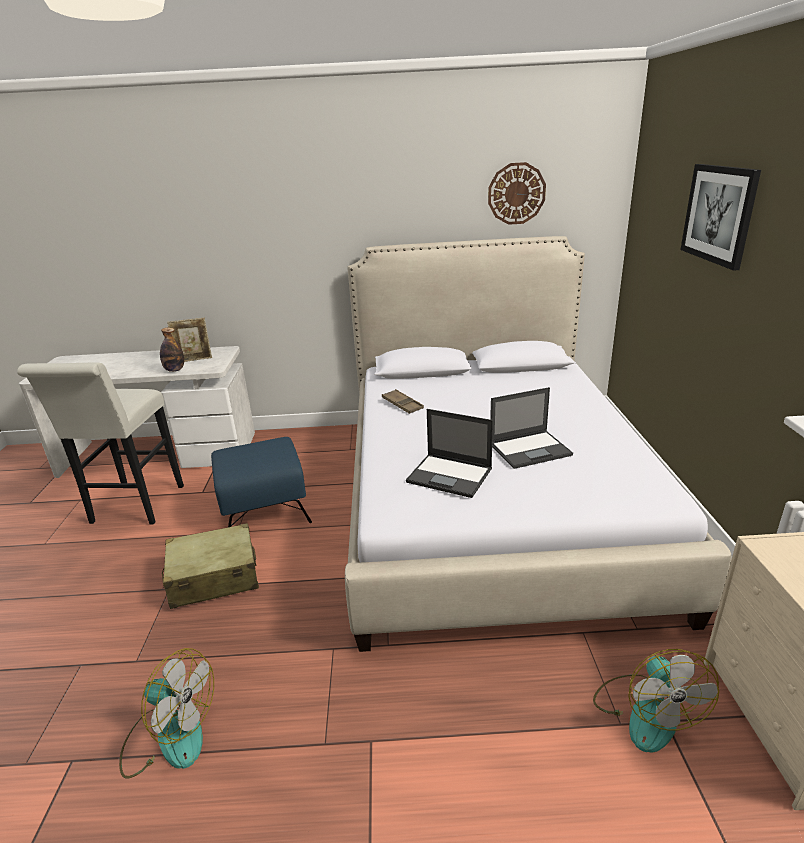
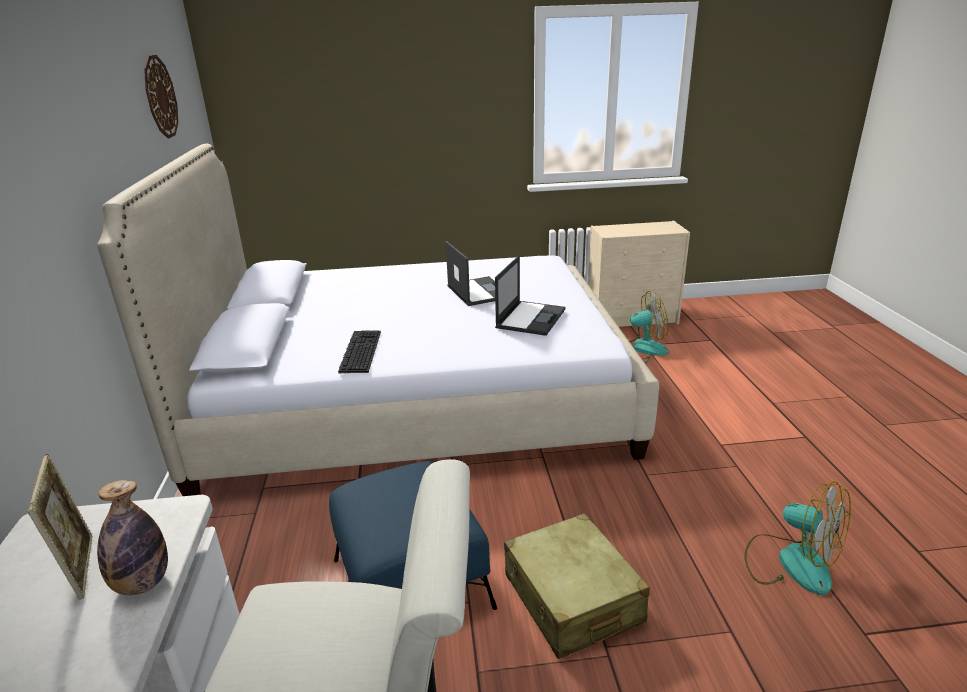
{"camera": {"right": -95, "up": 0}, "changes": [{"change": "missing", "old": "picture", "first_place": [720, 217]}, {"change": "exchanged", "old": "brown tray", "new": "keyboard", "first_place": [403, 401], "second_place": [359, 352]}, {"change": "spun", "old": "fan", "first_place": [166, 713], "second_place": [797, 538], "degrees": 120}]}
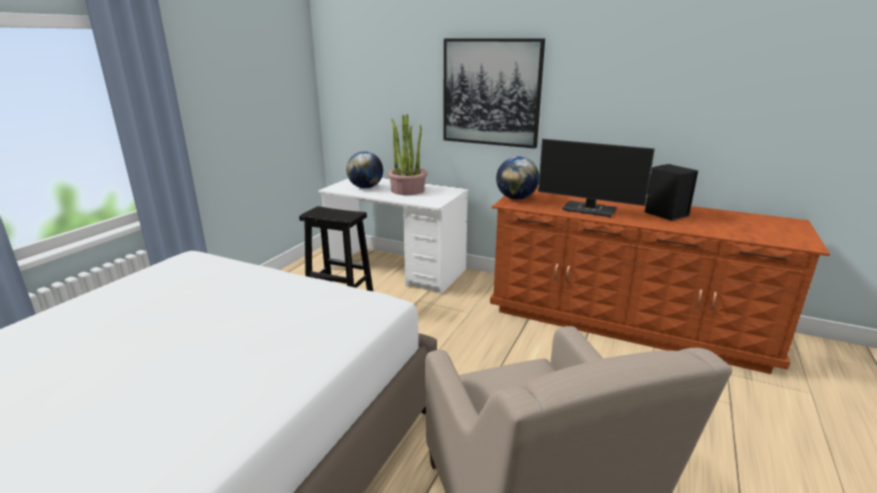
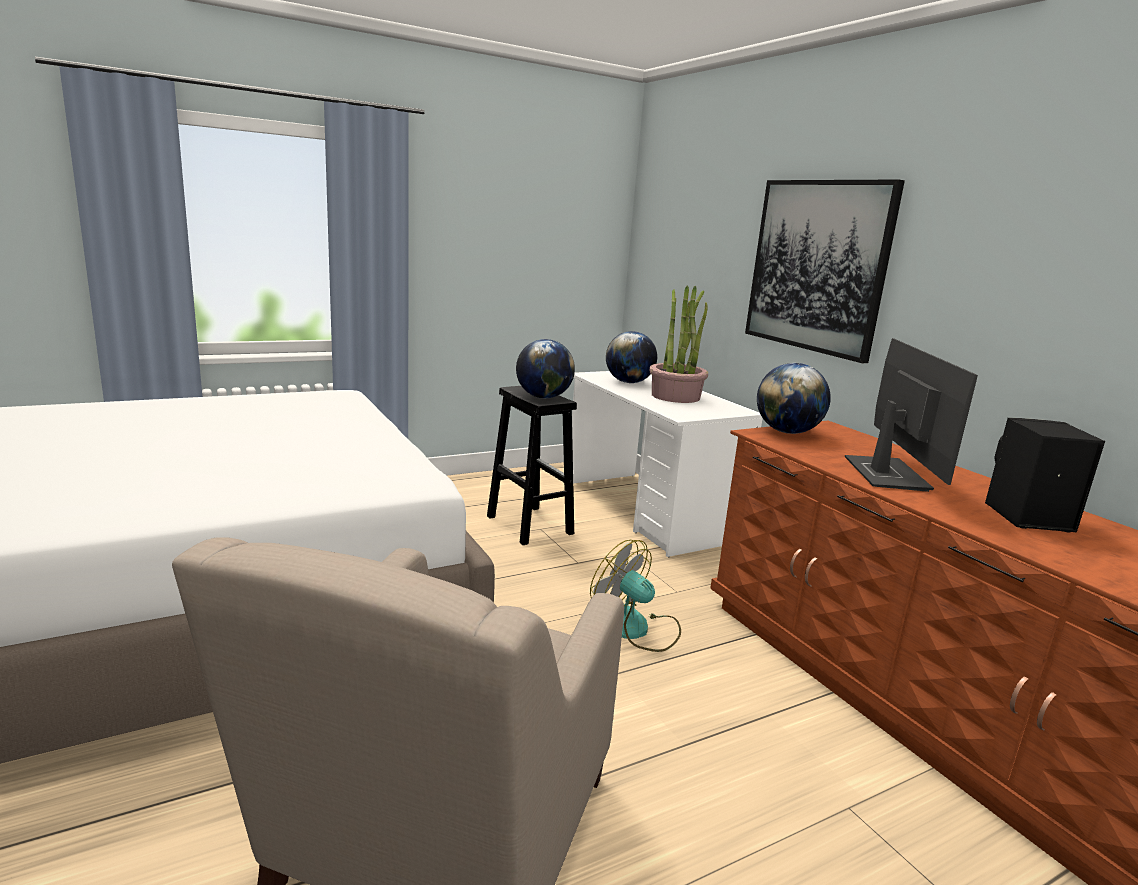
{"camera": {"right": 35, "up": -5}, "changes": [{"change": "appeared", "new": "globe", "second_place": [545, 368]}, {"change": "appeared", "new": "fan", "second_place": [635, 596]}, {"change": "spun", "old": "monitor", "first_place": [596, 178], "second_place": [911, 415], "degrees": -150}]}
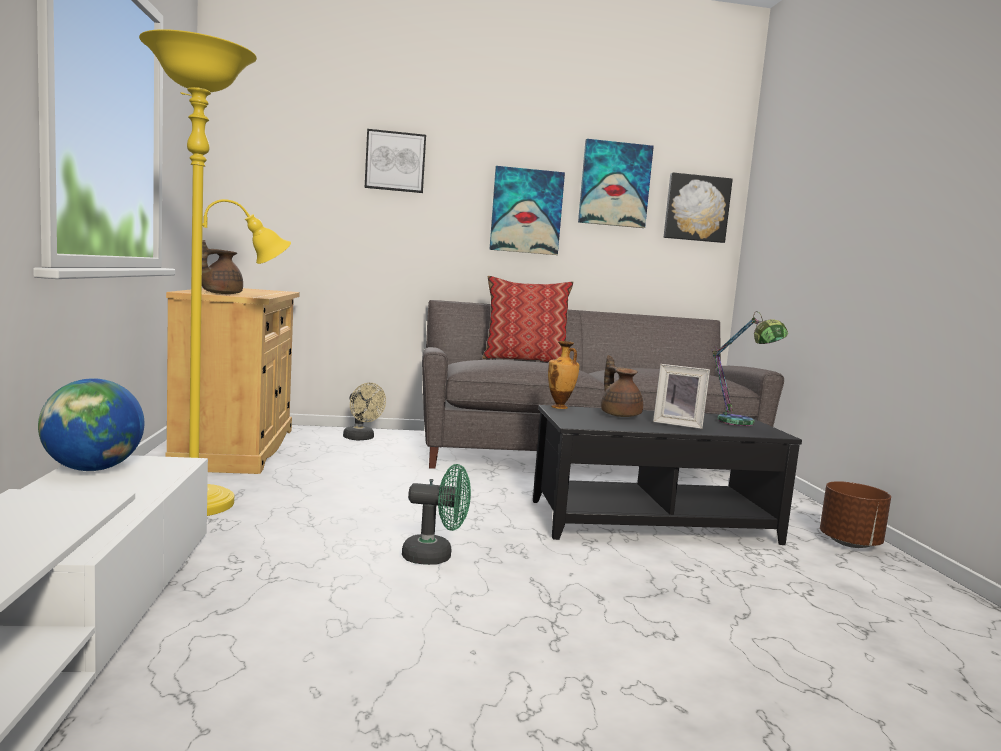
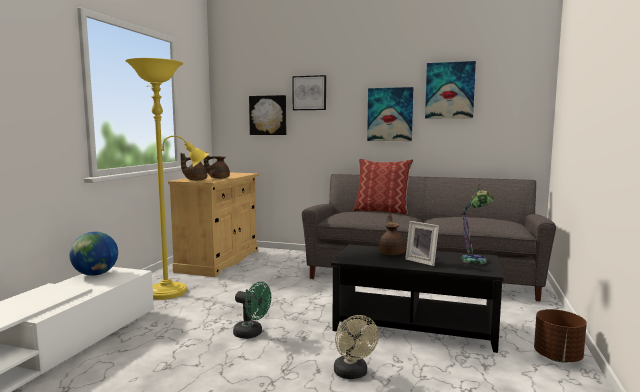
{"camera": {"right": 25, "up": 0}, "changes": [{"change": "missing", "old": "vase", "first_place": [564, 375]}, {"change": "appeared", "new": "brown teapot", "second_place": [217, 165]}, {"change": "relocated", "old": "beige fan", "first_place": [364, 412], "second_place": [356, 347]}, {"change": "relocated", "old": "picture", "first_place": [698, 208], "second_place": [267, 115]}]}
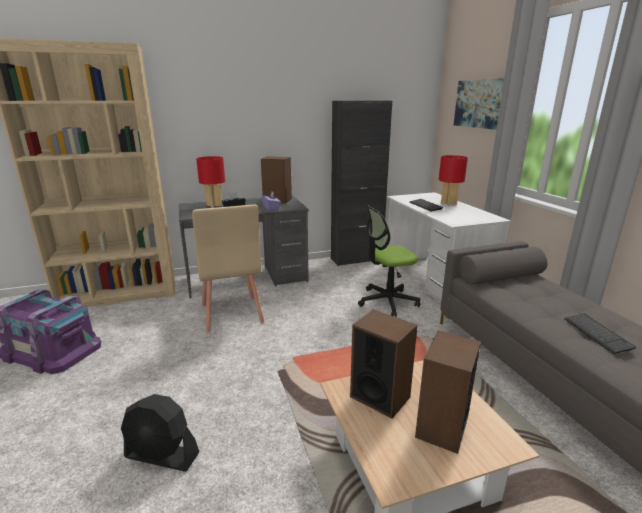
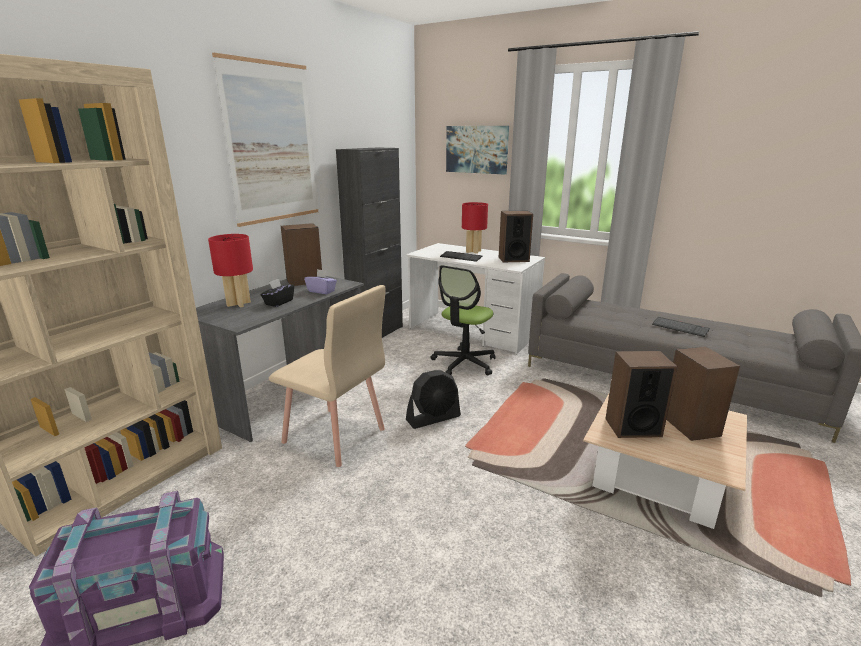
{"camera": {"right": -40, "up": 0}, "changes": [{"change": "appeared", "new": "picture", "second_place": [265, 140]}, {"change": "appeared", "new": "speaker", "second_place": [516, 236]}, {"change": "relocated", "old": "black fan", "first_place": [160, 433], "second_place": [433, 399]}]}
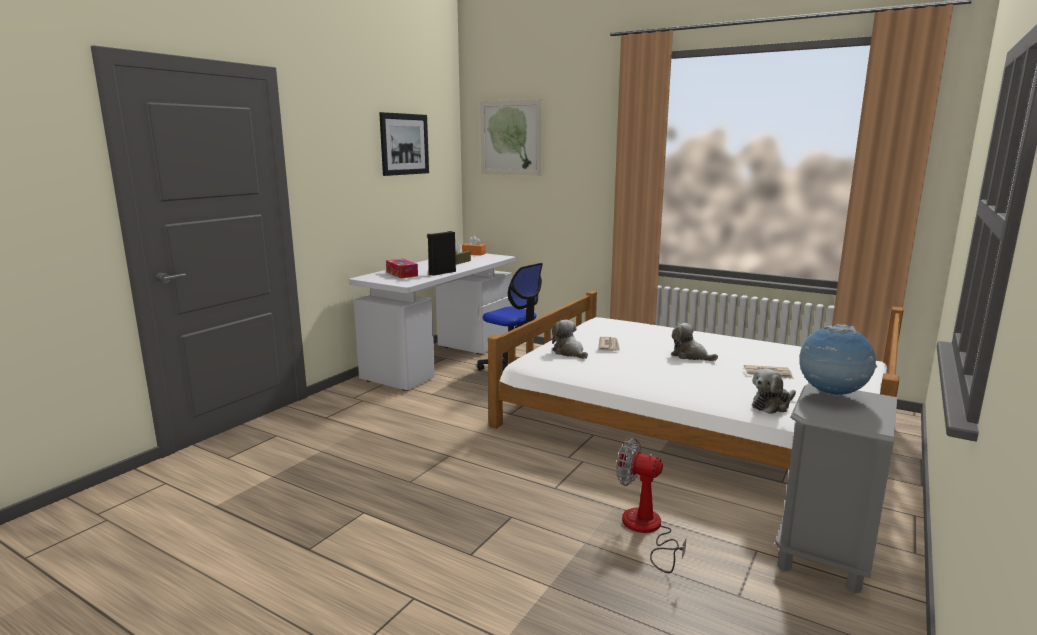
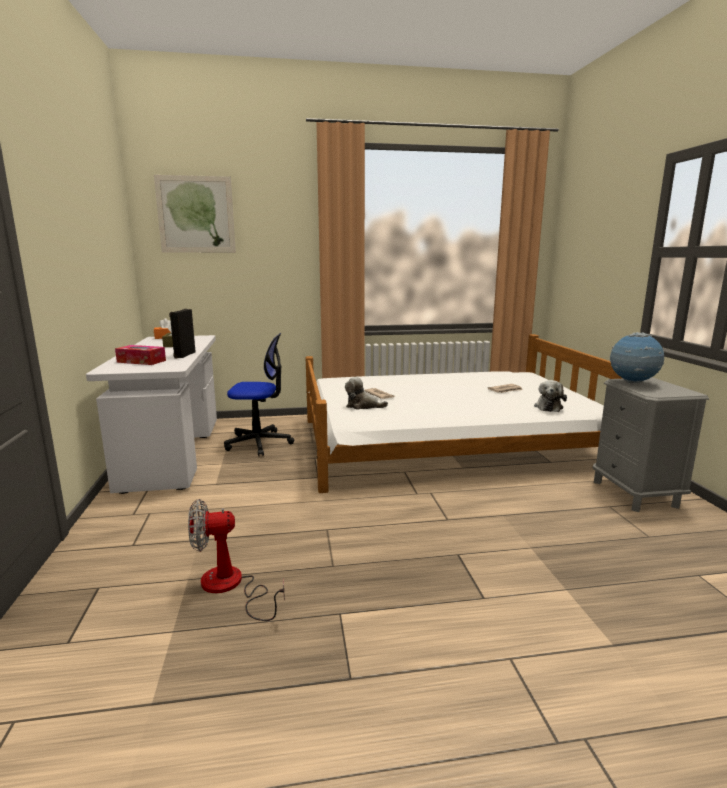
{"camera": {"right": -40, "up": 0}, "changes": [{"change": "missing", "old": "picture", "first_place": [404, 144]}, {"change": "missing", "old": "plush toy", "first_place": [694, 342]}, {"change": "relocated", "old": "fan", "first_place": [651, 505], "second_place": [236, 560]}]}
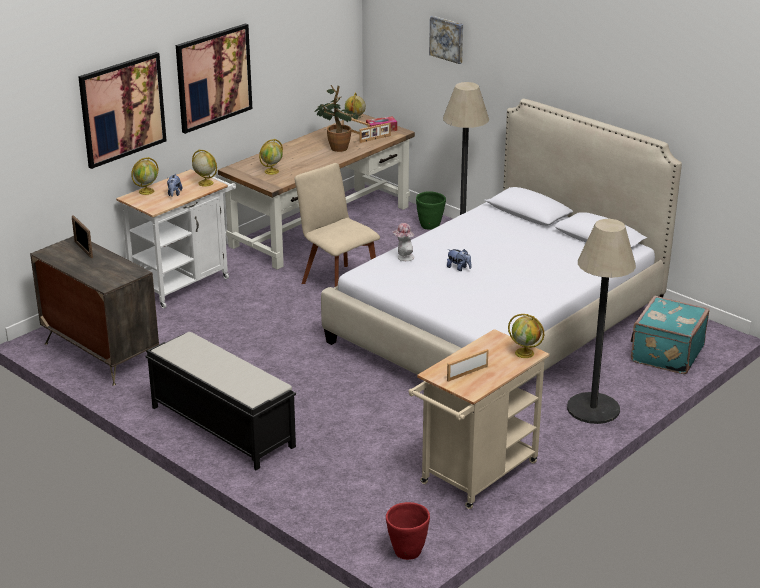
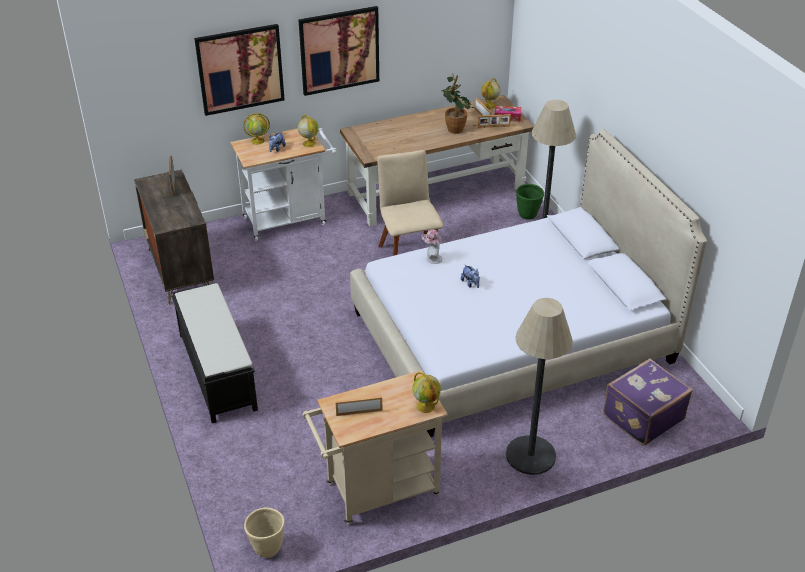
{"camera": {"right": 25, "up": 10}, "changes": [{"change": "missing", "old": "globe", "first_place": [271, 157]}, {"change": "missing", "old": "picture", "first_place": [446, 40]}, {"change": "colour", "old": "red planter", "new": "beige planter", "first_place": [408, 531], "second_place": [264, 533]}, {"change": "colour", "old": "turquoise suitcase", "new": "purple suitcase", "first_place": [670, 335], "second_place": [648, 402]}]}
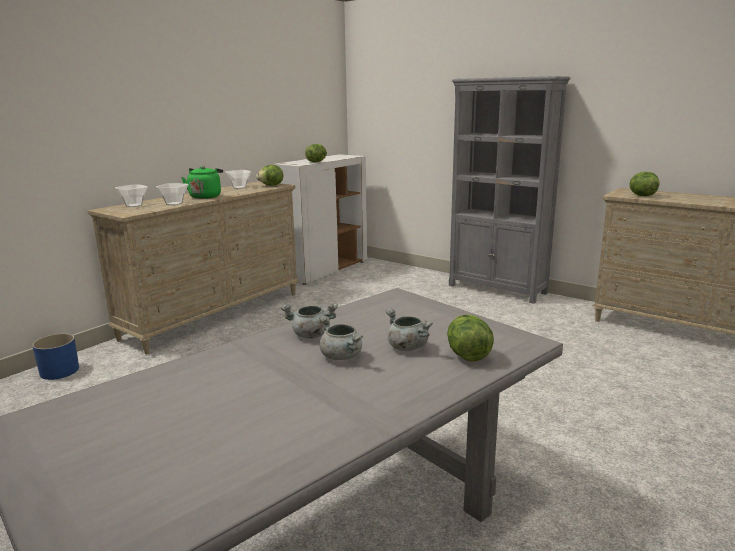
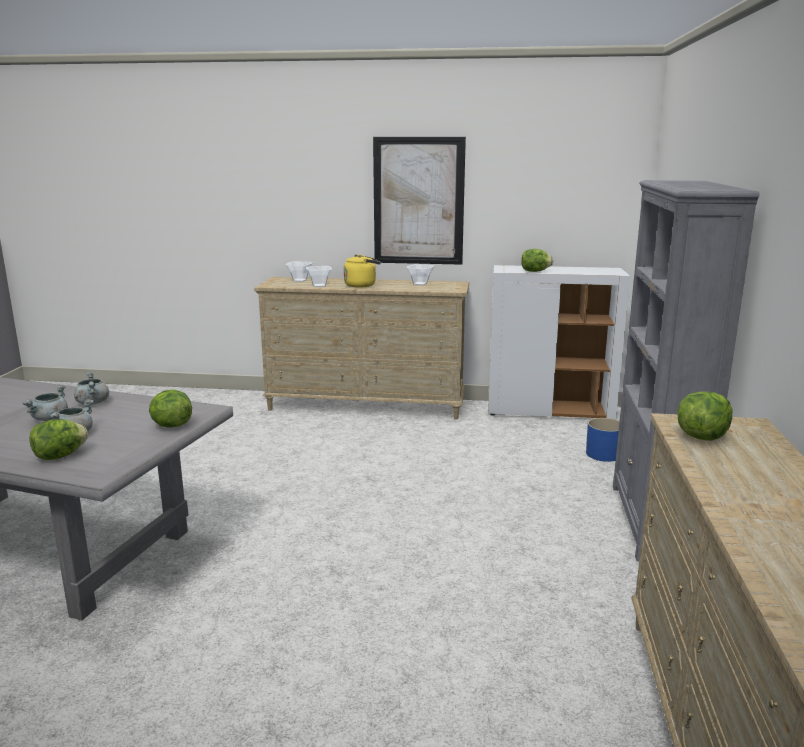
{"camera": {"right": 60, "up": 0}, "changes": [{"change": "appeared", "new": "picture", "second_place": [419, 201]}, {"change": "relocated", "old": "blue planter", "first_place": [55, 357], "second_place": [603, 440]}, {"change": "relocated", "old": "lettuce", "first_place": [269, 175], "second_place": [170, 408]}, {"change": "colour", "old": "green kettle", "new": "yellow kettle", "first_place": [202, 182], "second_place": [362, 271]}]}
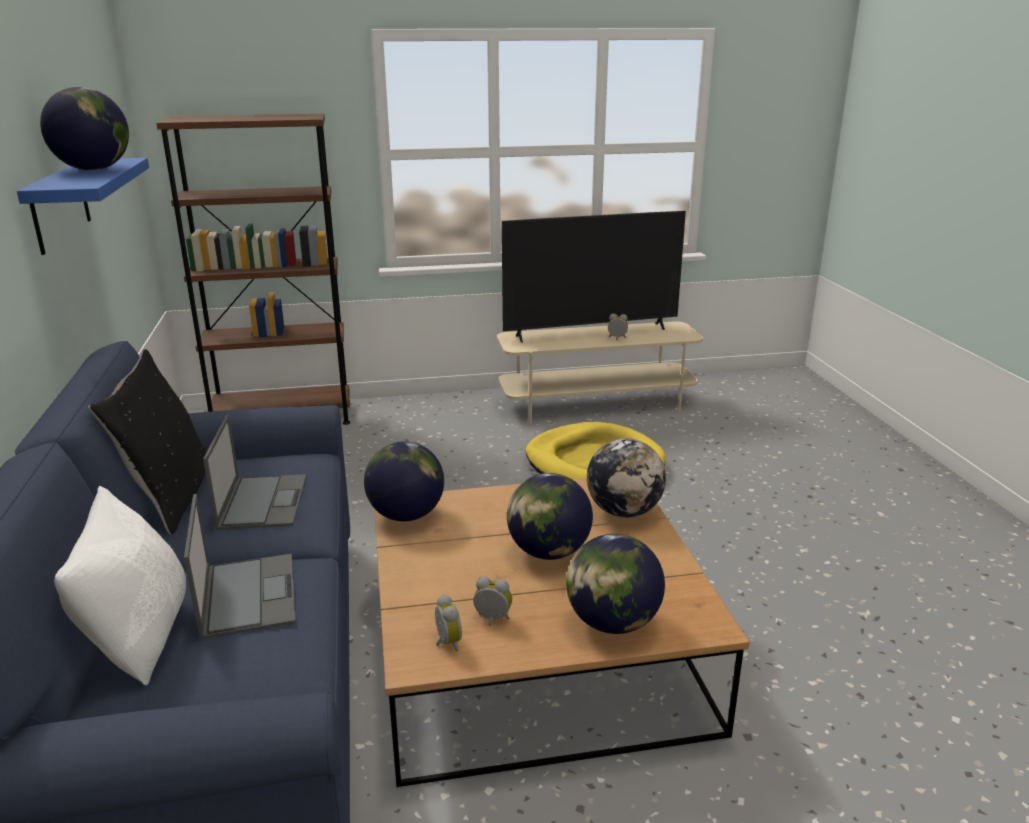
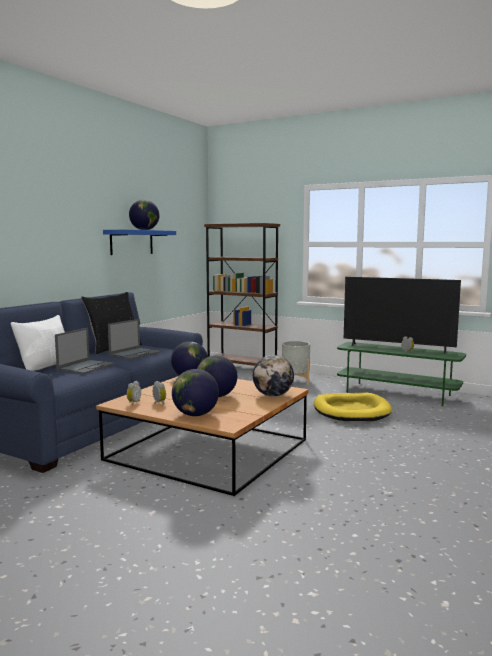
{"camera": {"right": 40, "up": -15}, "changes": [{"change": "appeared", "new": "grey planter", "second_place": [296, 363]}, {"change": "colour", "old": "beige tv stand", "new": "green tv stand", "first_place": [600, 372], "second_place": [401, 374]}]}
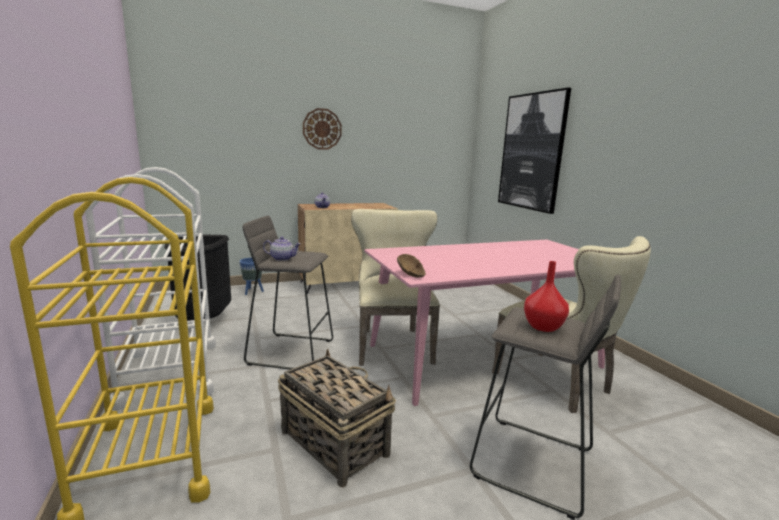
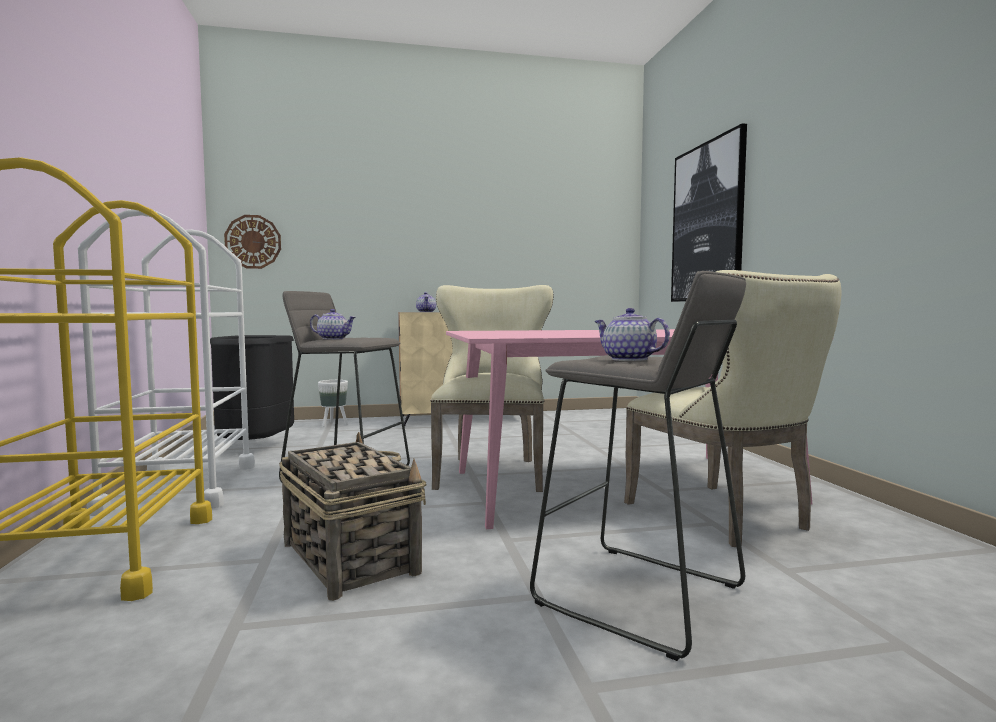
{"camera": {"right": 10, "up": -10}, "changes": [{"change": "missing", "old": "brown bowl", "first_place": [411, 266]}, {"change": "relocated", "old": "wall clock", "first_place": [322, 129], "second_place": [252, 242]}, {"change": "exchanged", "old": "red vase", "new": "teapot", "first_place": [546, 296], "second_place": [632, 334]}, {"change": "colour", "old": "blue planter", "new": "white planter", "first_place": [252, 276], "second_place": [333, 403]}]}
